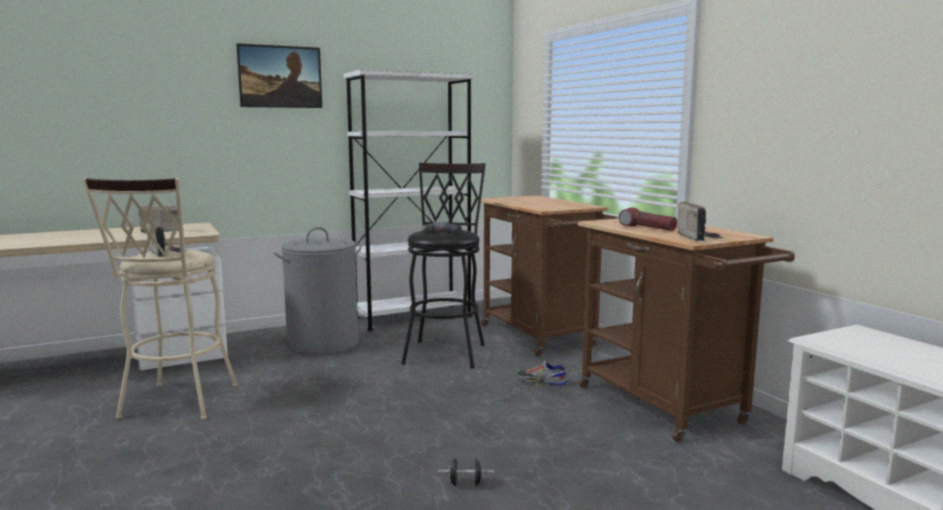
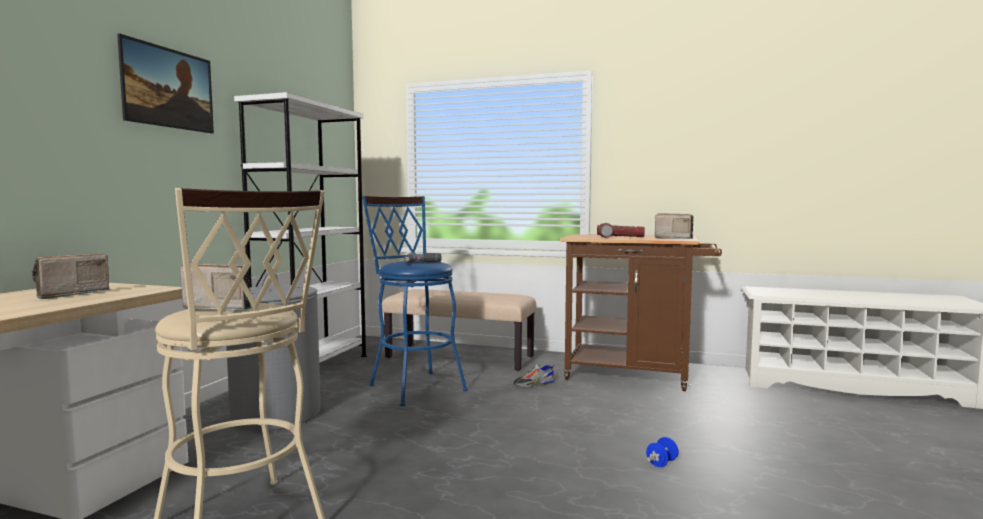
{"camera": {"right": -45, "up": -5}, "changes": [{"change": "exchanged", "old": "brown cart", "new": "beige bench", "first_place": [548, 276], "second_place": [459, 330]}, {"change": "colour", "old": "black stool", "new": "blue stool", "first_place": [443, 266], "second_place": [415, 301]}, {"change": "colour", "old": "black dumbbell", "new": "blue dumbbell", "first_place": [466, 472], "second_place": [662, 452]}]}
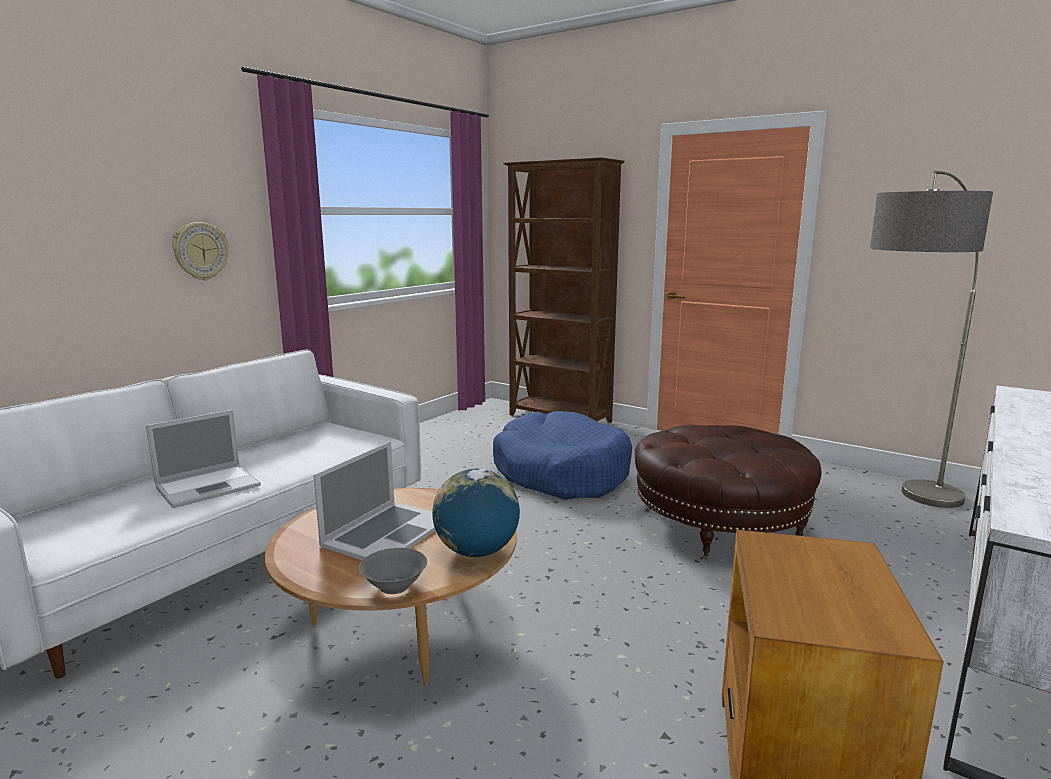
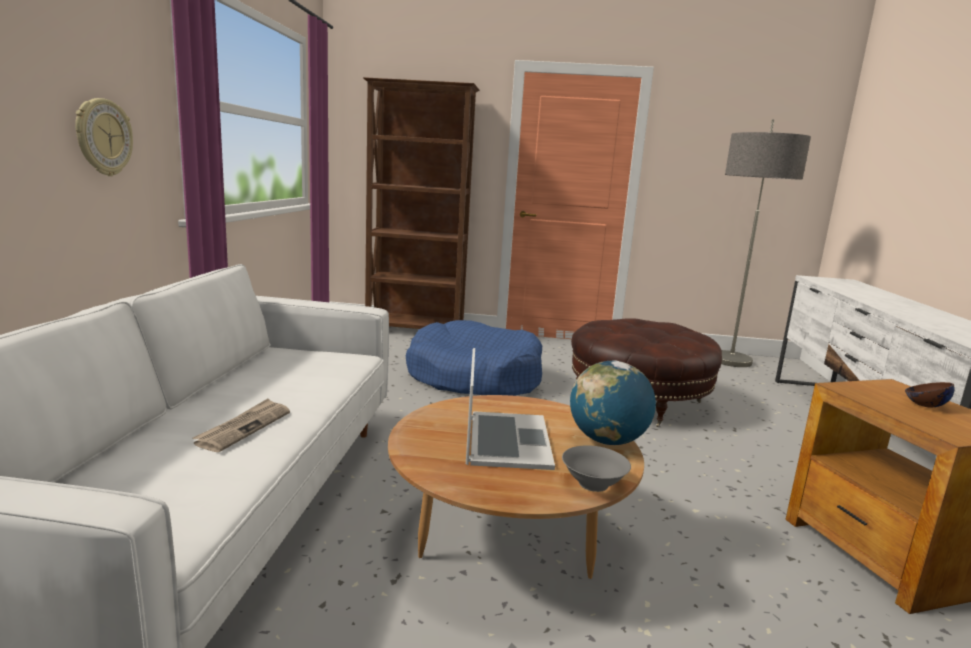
{"camera": {"right": -30, "up": 0}, "changes": [{"change": "appeared", "new": "brown bowl", "second_place": [929, 394]}, {"change": "exchanged", "old": "laptop", "new": "newspaper", "first_place": [203, 459], "second_place": [241, 425]}]}
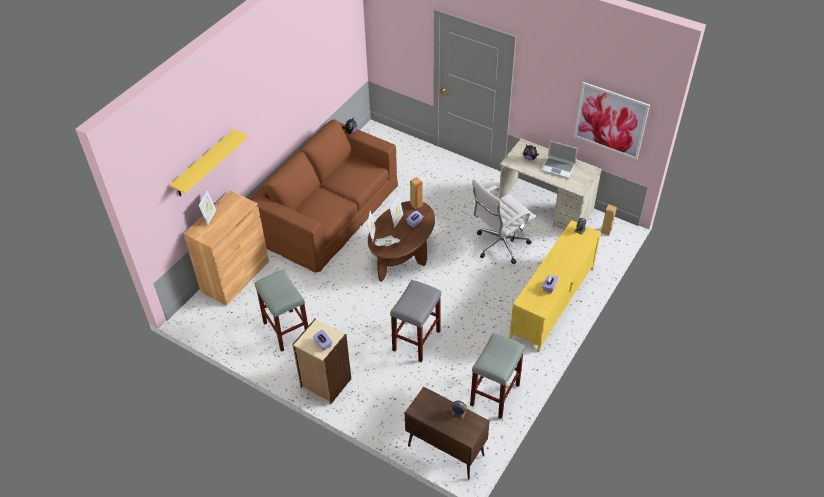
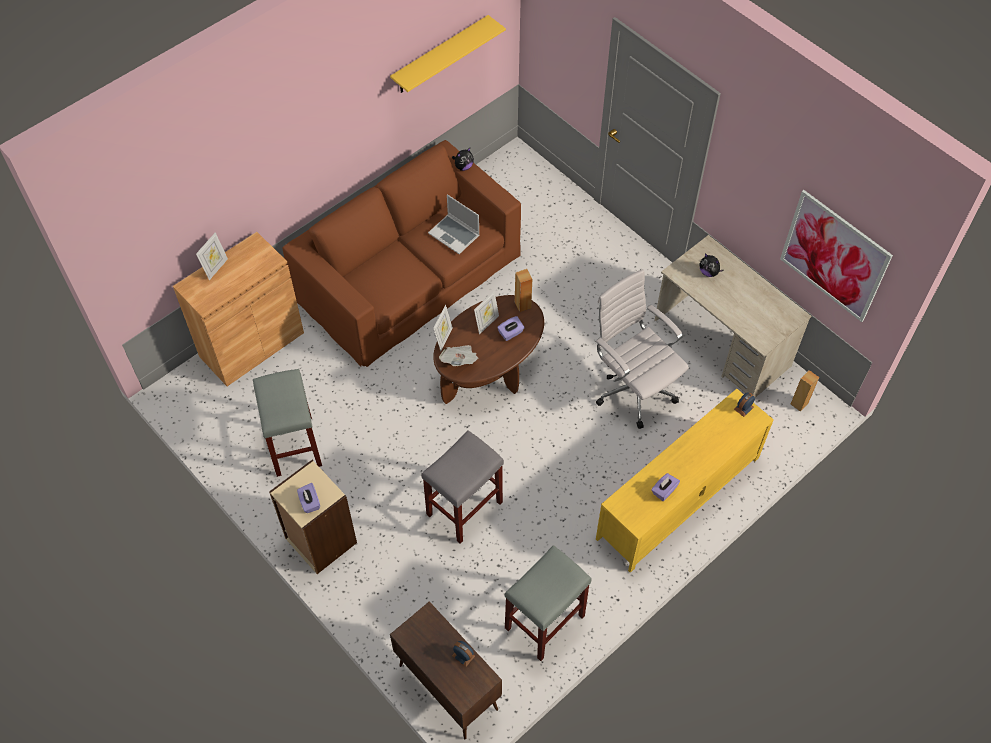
{"camera": {"right": 15, "up": 10}, "changes": [{"change": "relocated", "old": "yellow shelf", "first_place": [209, 162], "second_place": [448, 54]}, {"change": "relocated", "old": "laptop", "first_place": [559, 160], "second_place": [454, 224]}, {"change": "spun", "old": "white office chair", "first_place": [504, 221], "second_place": [642, 349], "degrees": 75}]}
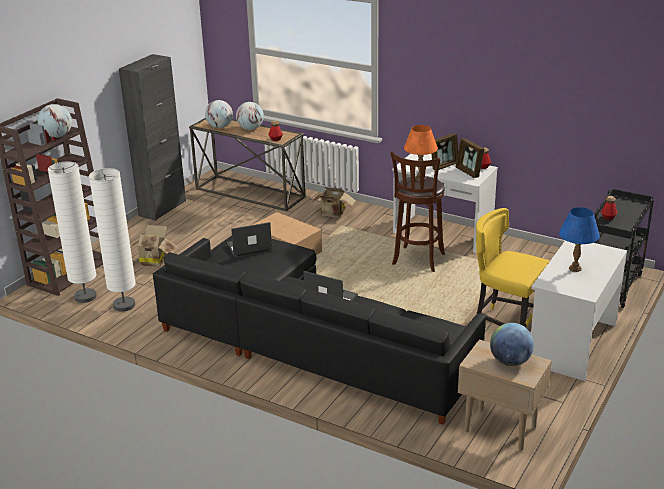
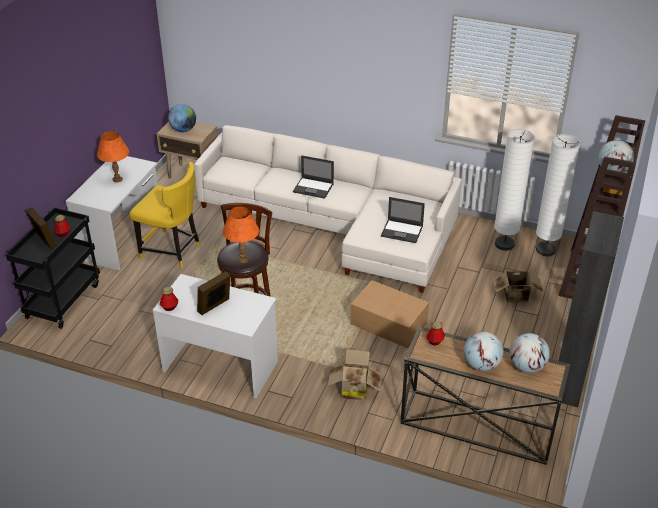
{"camera": {"right": 170, "up": 10}, "changes": [{"change": "relocated", "old": "picture frame", "first_place": [470, 158], "second_place": [41, 228]}, {"change": "colour", "old": "black sofa", "new": "white sofa", "first_place": [319, 330], "second_place": [328, 209]}, {"change": "colour", "old": "blue table lamp", "new": "orange table lamp", "first_place": [579, 239], "second_place": [113, 157]}, {"change": "spun", "old": "laptop", "first_place": [249, 239], "second_place": [403, 220], "degrees": 45}]}
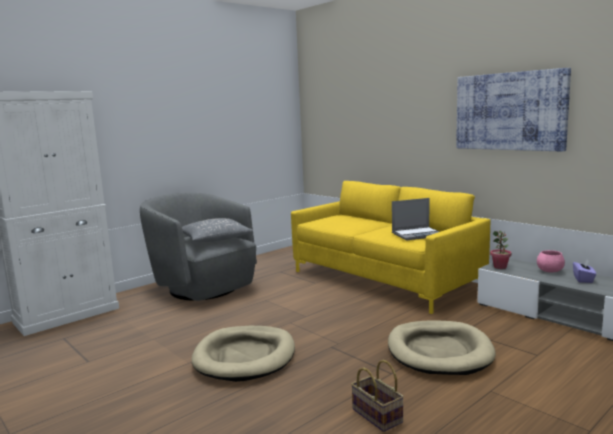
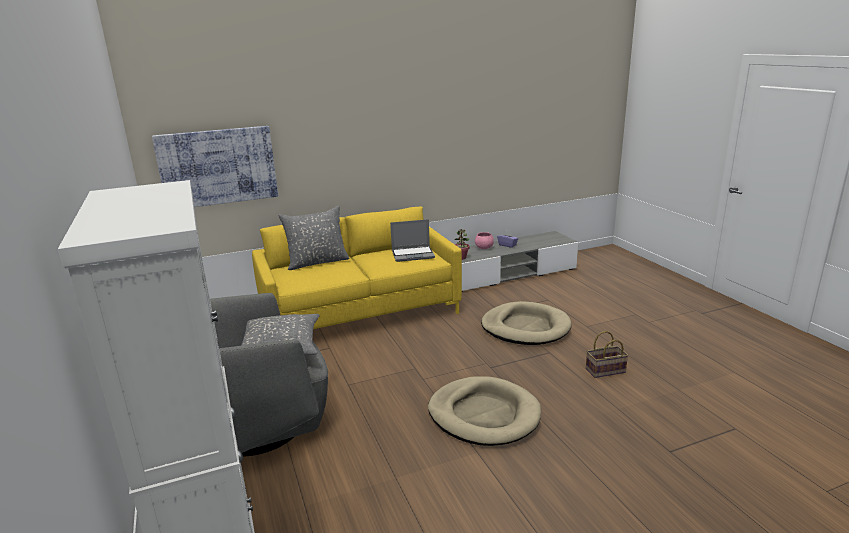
{"camera": {"right": -70, "up": 10}, "changes": [{"change": "appeared", "new": "grey pillow", "second_place": [314, 238]}, {"change": "relocated", "old": "picture", "first_place": [513, 110], "second_place": [215, 166]}, {"change": "spun", "old": "laptop", "first_place": [416, 219], "second_place": [412, 240], "degrees": 75}]}
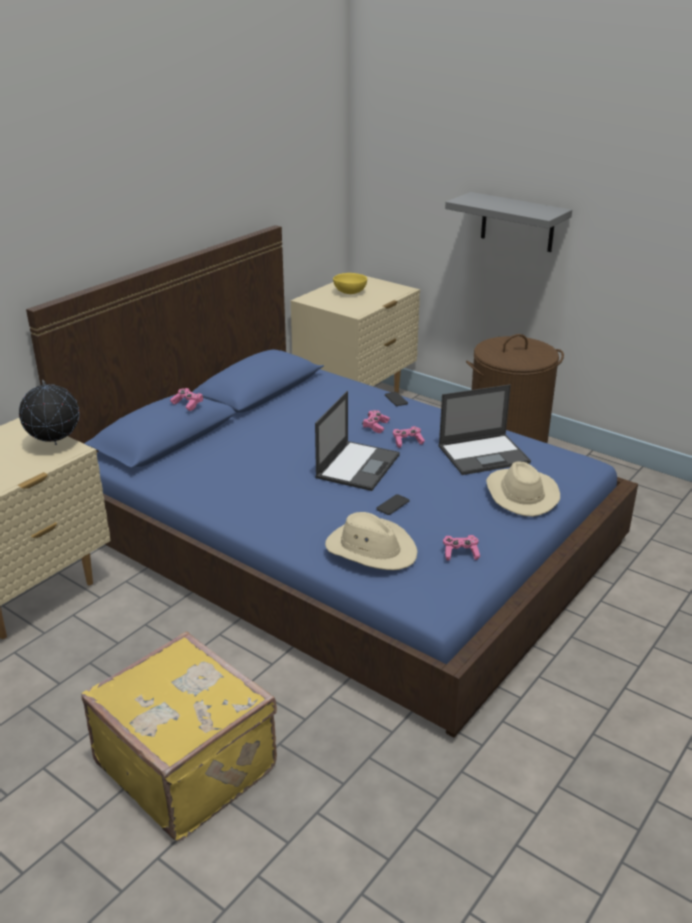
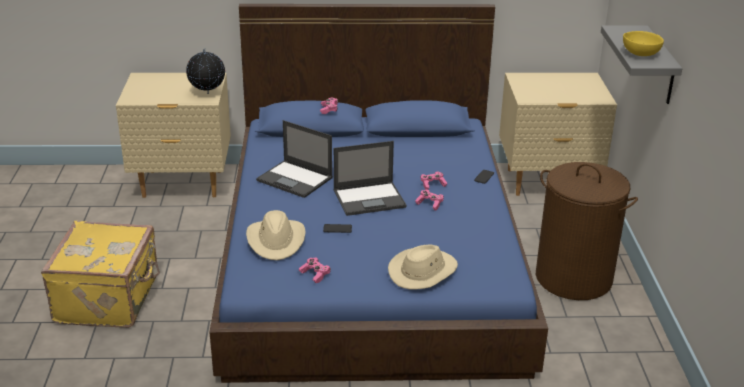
{"camera": {"right": 50, "up": 0}, "changes": [{"change": "relocated", "old": "yellow bowl", "first_place": [350, 283], "second_place": [643, 43]}, {"change": "relocated", "old": "laptop", "first_place": [484, 430], "second_place": [294, 159]}]}
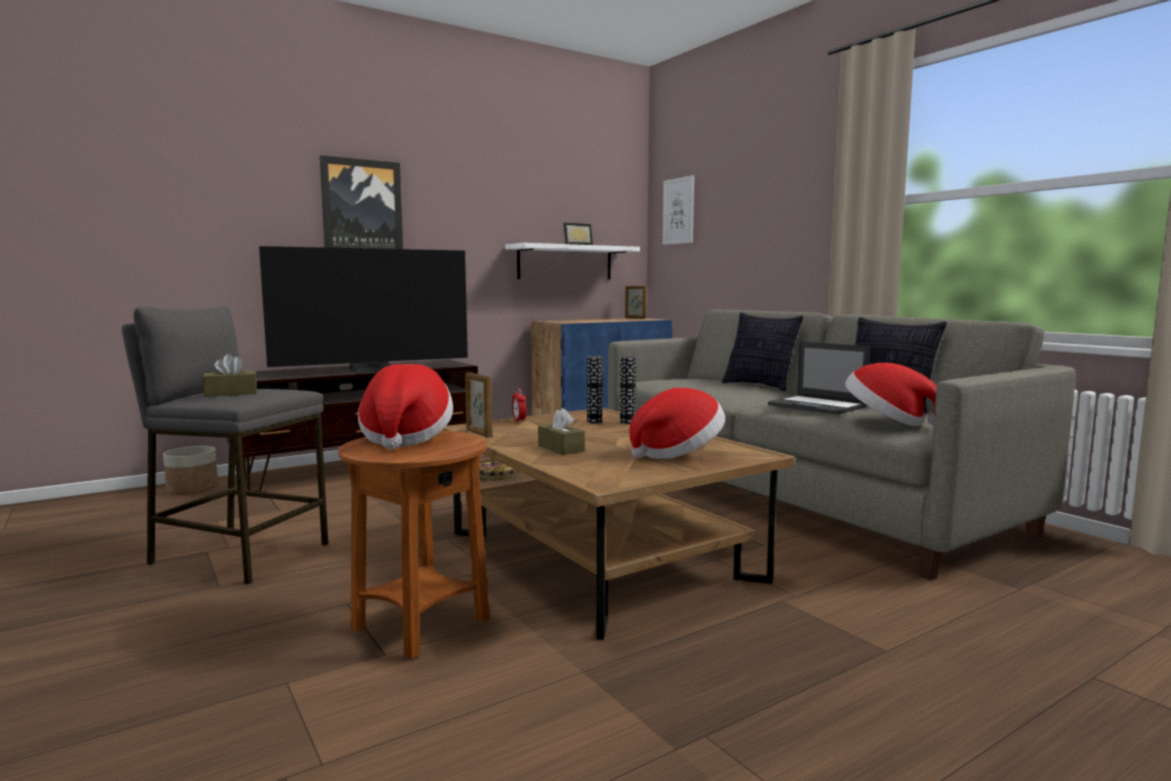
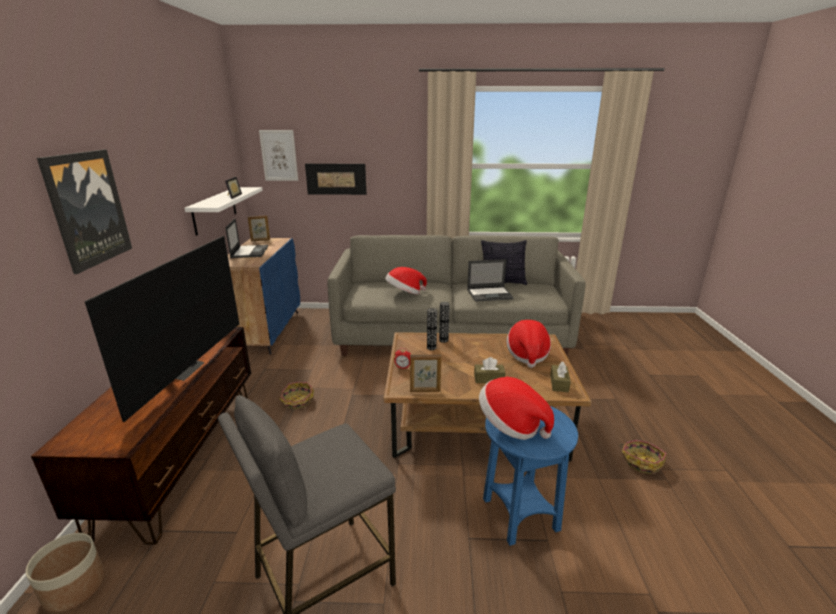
{"camera": {"right": -55, "up": 15}, "changes": [{"change": "missing", "old": "pillow", "first_place": [762, 351]}, {"change": "appeared", "new": "laptop", "second_place": [246, 238]}, {"change": "appeared", "new": "picture", "second_place": [336, 179]}, {"change": "appeared", "new": "basket", "second_place": [643, 457]}, {"change": "relocated", "old": "brown tissue box", "first_place": [230, 375], "second_place": [560, 376]}, {"change": "relocated", "old": "hat", "first_place": [891, 394], "second_place": [406, 280]}, {"change": "colour", "old": "brown side table", "new": "blue side table", "first_place": [414, 545], "second_place": [530, 476]}]}
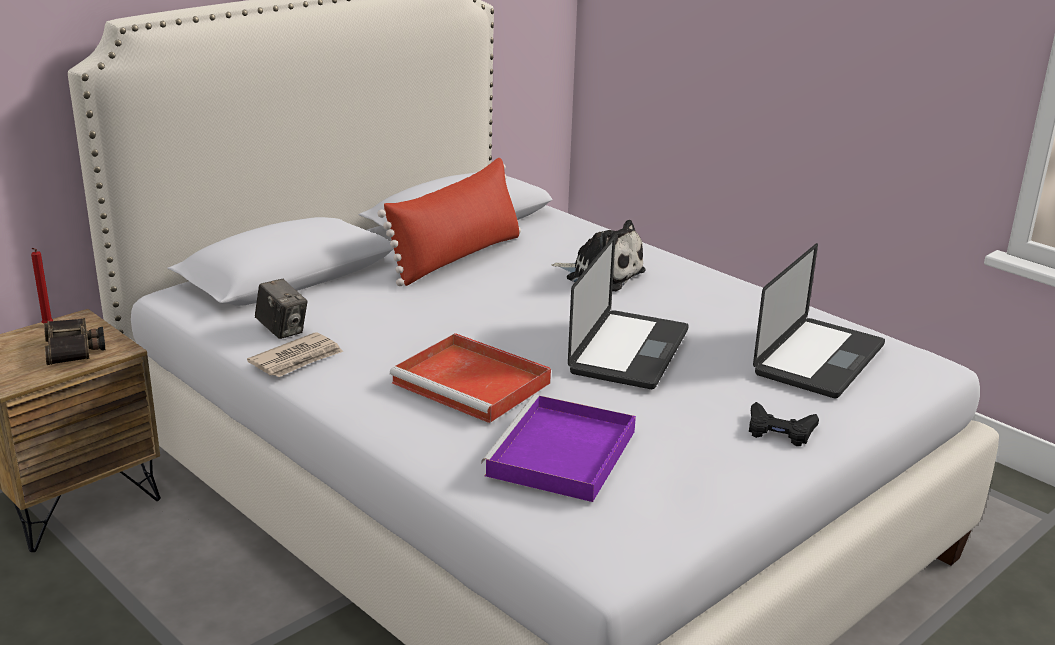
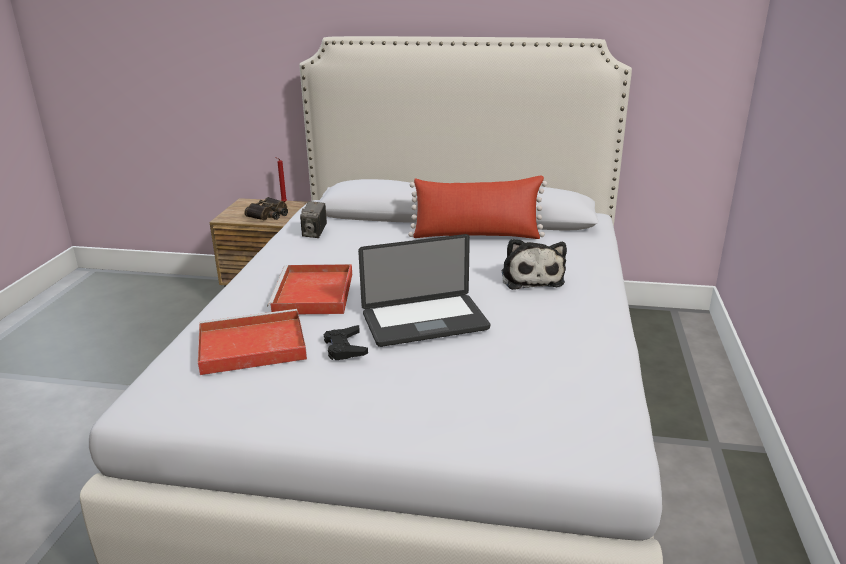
{"camera": {"right": 55, "up": 0}, "changes": [{"change": "missing", "old": "newspaper", "first_place": [295, 354]}, {"change": "missing", "old": "laptop", "first_place": [819, 320]}, {"change": "relocated", "old": "black game controller", "first_place": [784, 424], "second_place": [346, 342]}, {"change": "colour", "old": "purple tray", "new": "red tray", "first_place": [558, 448], "second_place": [252, 342]}]}
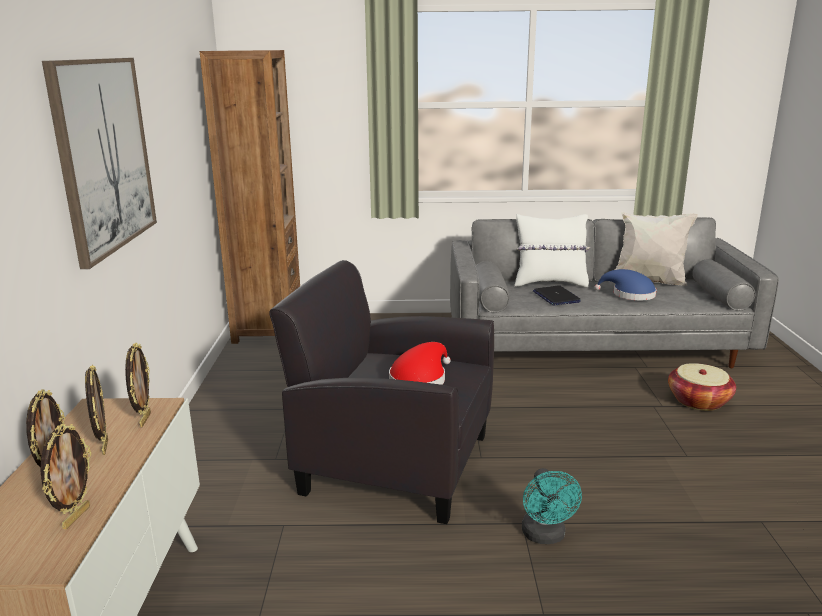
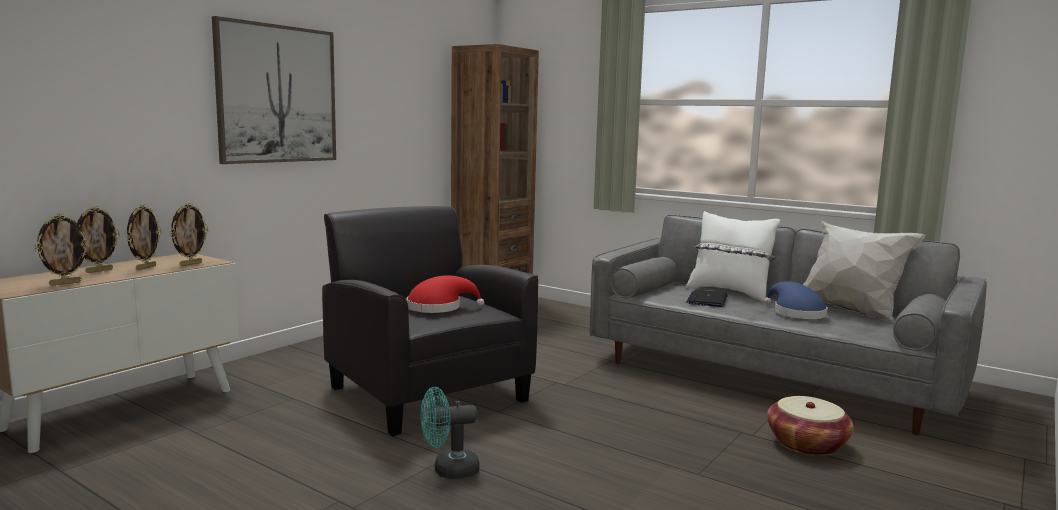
{"camera": {"right": 35, "up": -10}, "changes": [{"change": "spun", "old": "turquoise fan", "first_place": [552, 506], "second_place": [450, 433], "degrees": 45}]}
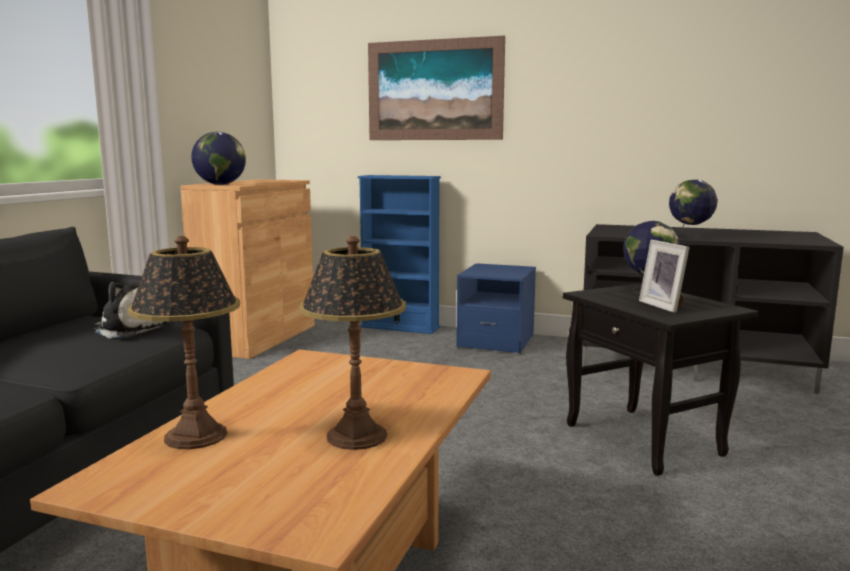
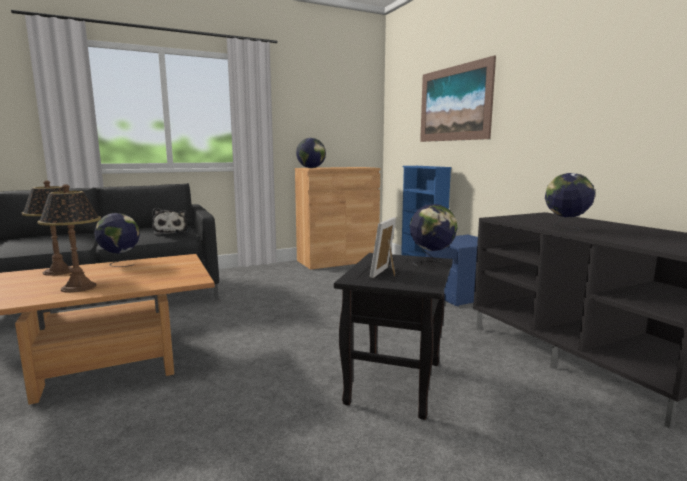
{"camera": {"right": 45, "up": 0}, "changes": [{"change": "appeared", "new": "globe", "second_place": [117, 240]}]}
